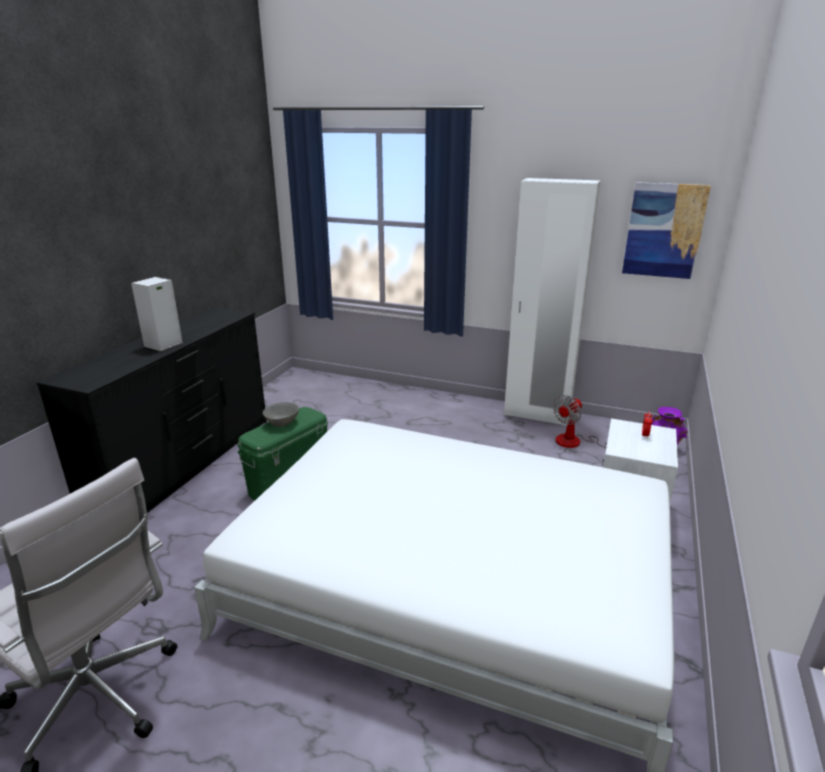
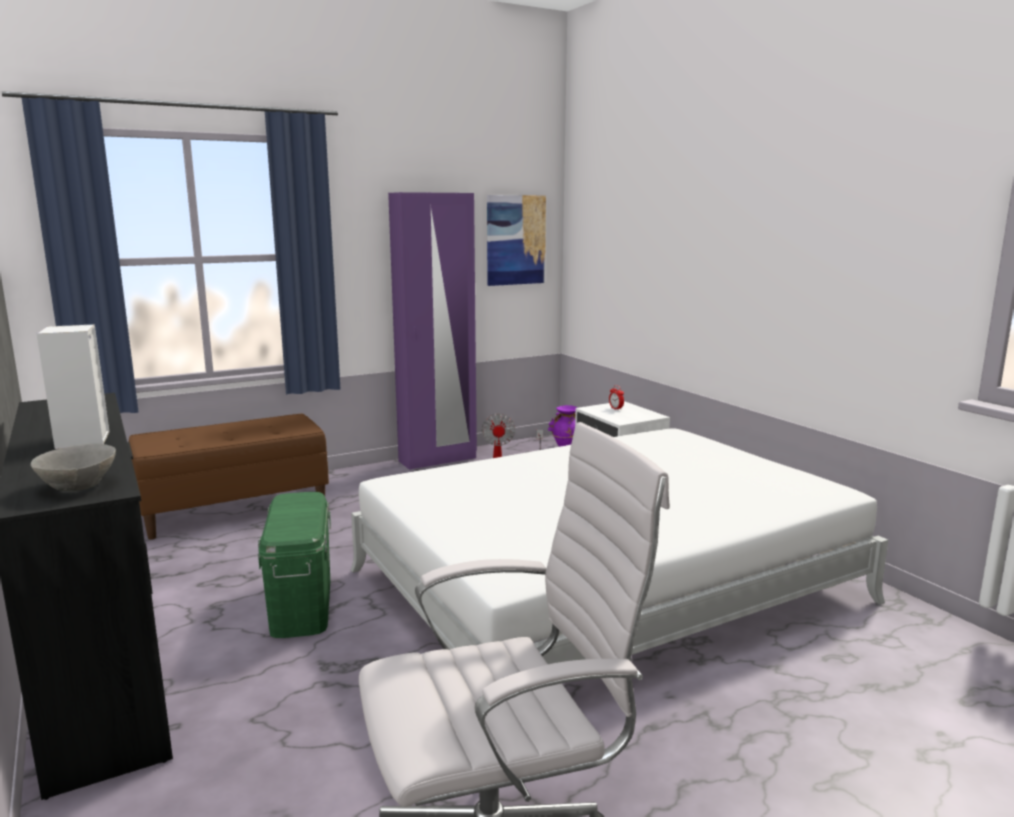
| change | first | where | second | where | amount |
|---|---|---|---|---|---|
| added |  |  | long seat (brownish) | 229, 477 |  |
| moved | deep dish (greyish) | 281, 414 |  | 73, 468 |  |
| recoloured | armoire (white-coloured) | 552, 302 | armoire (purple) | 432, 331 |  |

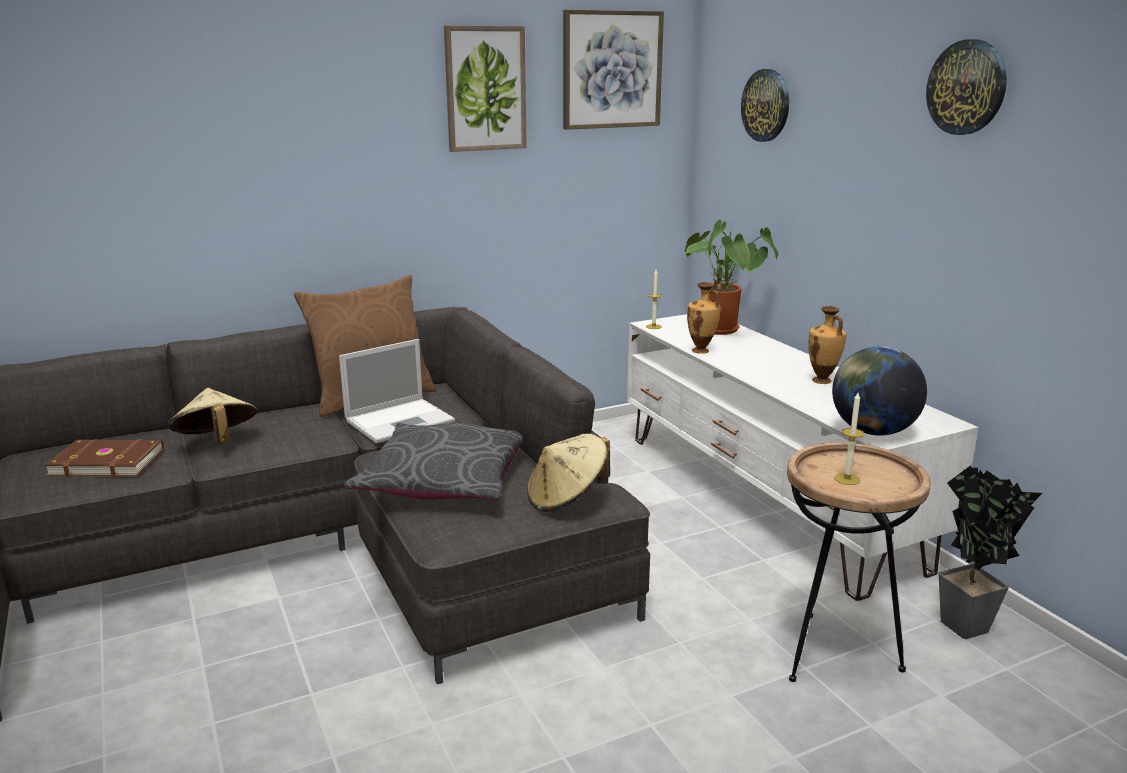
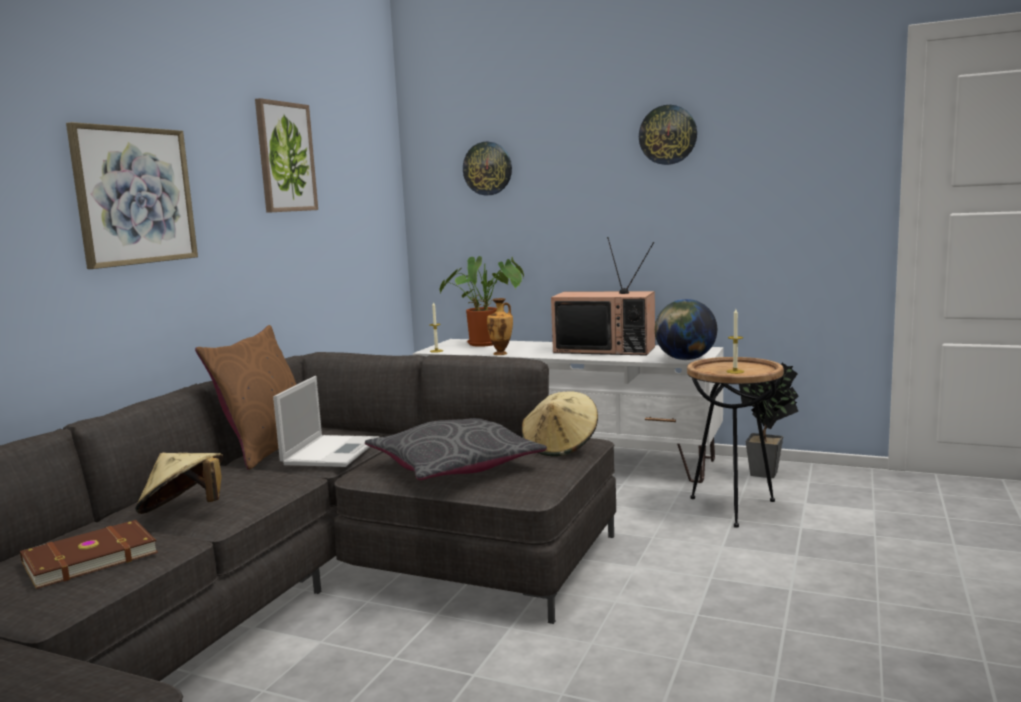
| change | first | where | second | where | amount |
|---|---|---|---|---|---|
| moved | wall art | 613, 69 |  | 132, 195 |  |
| replaced | flower vase | 827, 345 | TV set | 603, 296 |  |

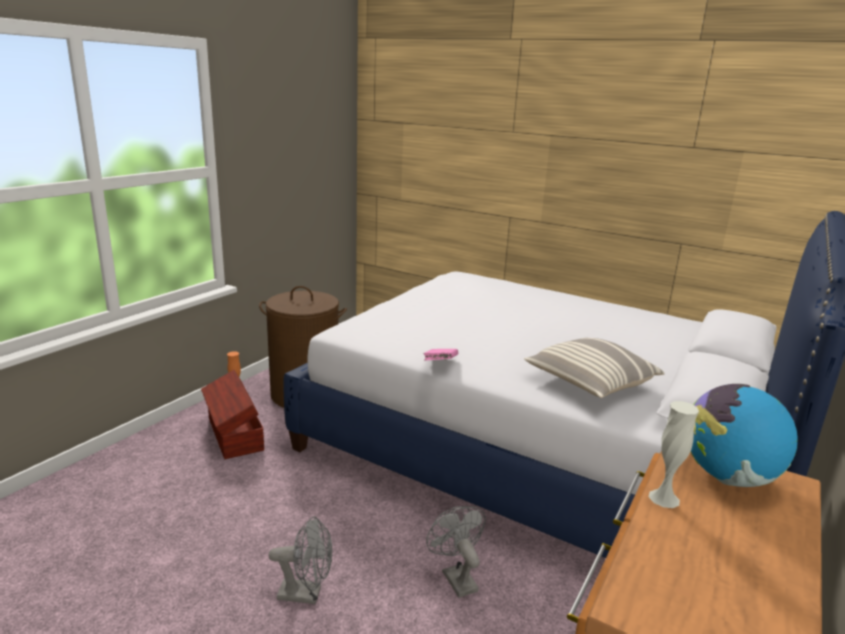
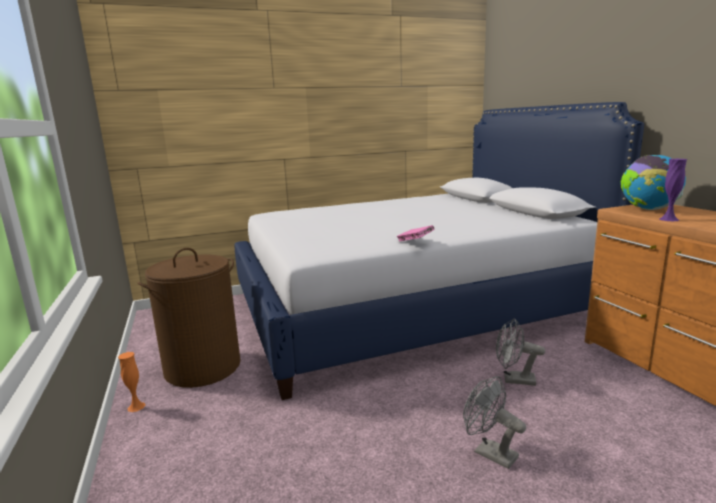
| change | first | where | second | where | amount |
|---|---|---|---|---|---|
| removed | storage bin (brownish) | 232, 414 |  |  |  |
| removed | pillow | 594, 368 |  |  |  |
| recoloured | flower vase (white-coloured) | 674, 454 | flower vase (purple) | 673, 190 |  |
| turned | fan (greyish) | 301, 560 |  | 494, 422 | 90 degrees counterclockwise |

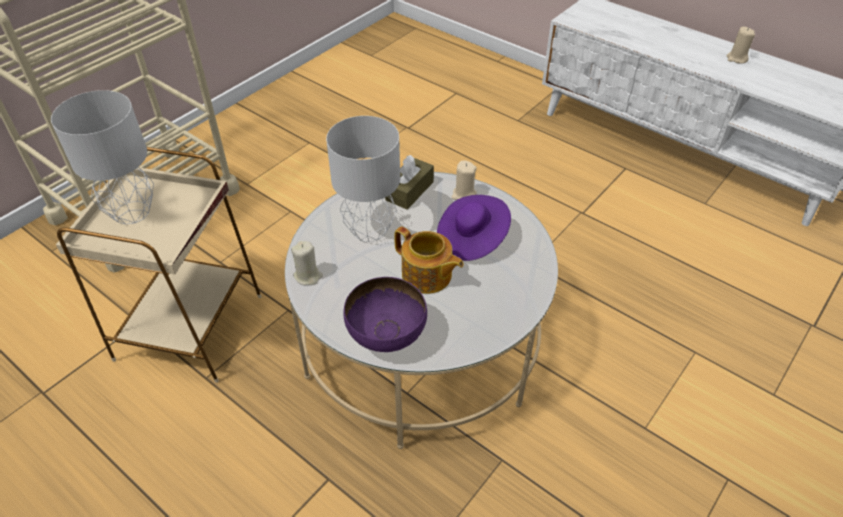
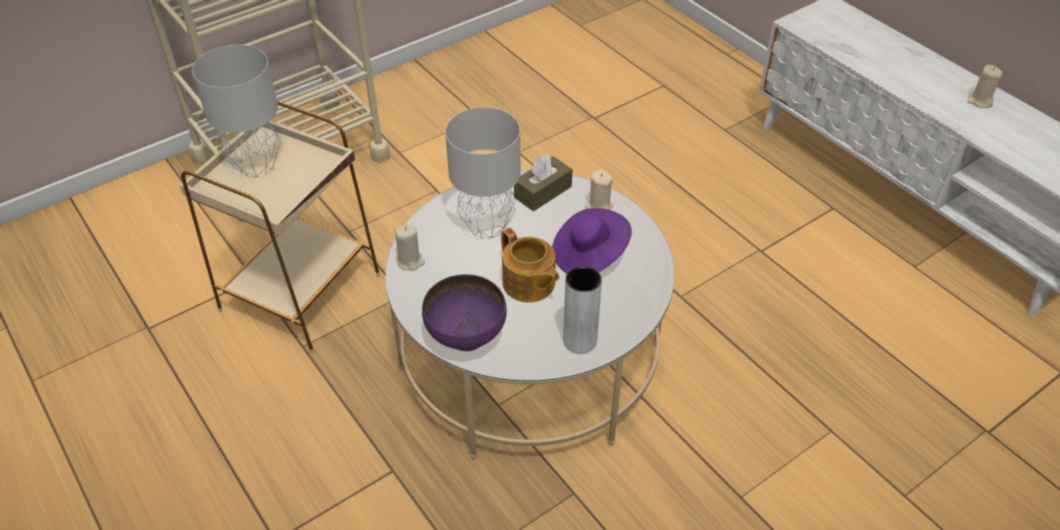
| change | first | where | second | where | amount |
|---|---|---|---|---|---|
| added |  |  | flower vase (greyish) | 582, 310 |  |

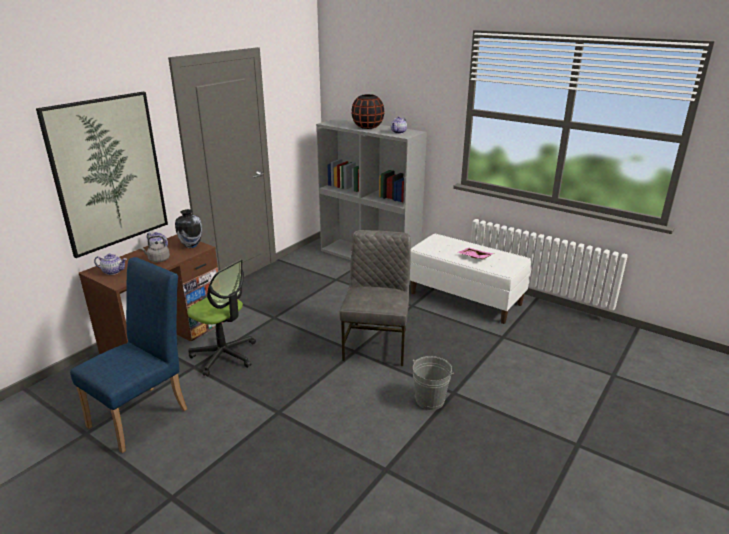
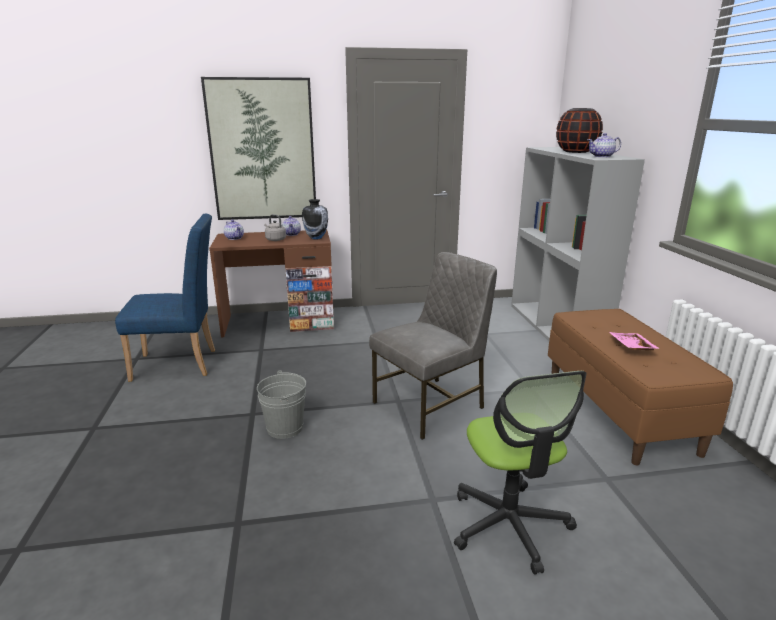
| change | first | where | second | where | amount |
|---|---|---|---|---|---|
| moved | office chair | 221, 318 |  | 520, 473 |  |
| moved | pail (greyish) | 433, 383 |  | 281, 404 |  |
| recoloured | long seat (white-coloured) | 470, 279 | long seat (brownish) | 640, 387 |  |

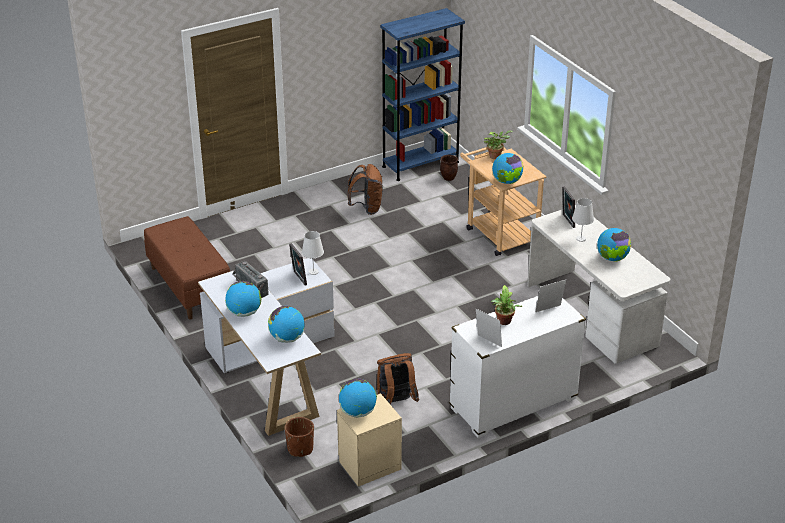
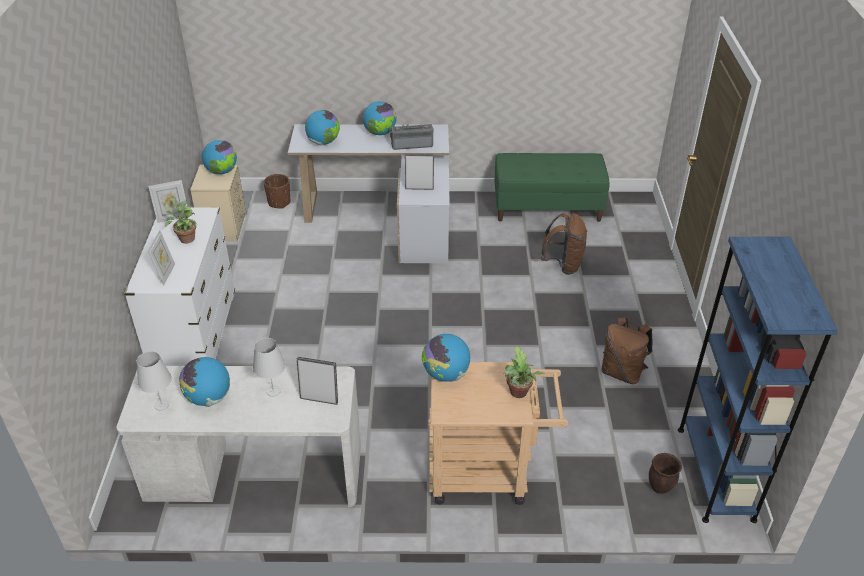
| change | first | where | second | where | amount |
|---|---|---|---|---|---|
| moved | lamp for a table (white-coloured) | 313, 253 |  | 154, 381 |  |
| moved | rucksack (brownish) | 398, 378 |  | 564, 244 |  |
| recoloured | long seat (brownish) | 187, 268 | long seat (green) | 552, 187 |  |

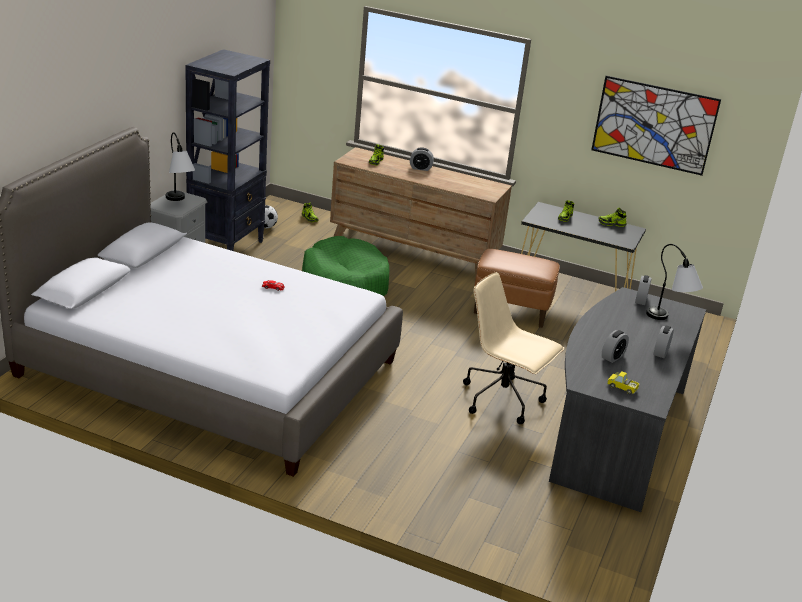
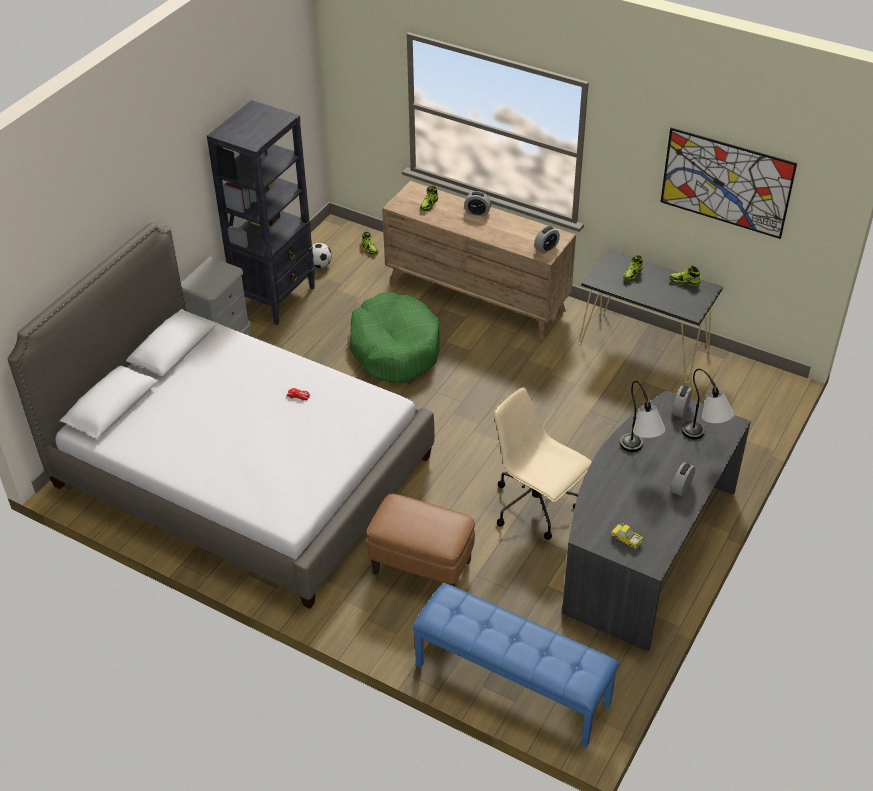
| change | first | where | second | where | amount |
|---|---|---|---|---|---|
| added |  |  | long seat (blue) | 515, 665 |  |
| moved | lamp for a table | 180, 166 |  | 643, 416 |  |
| moved | footrest (brownish) | 517, 288 |  | 421, 540 |  |
| moved | bedside clock | 615, 346 |  | 547, 240 |  |

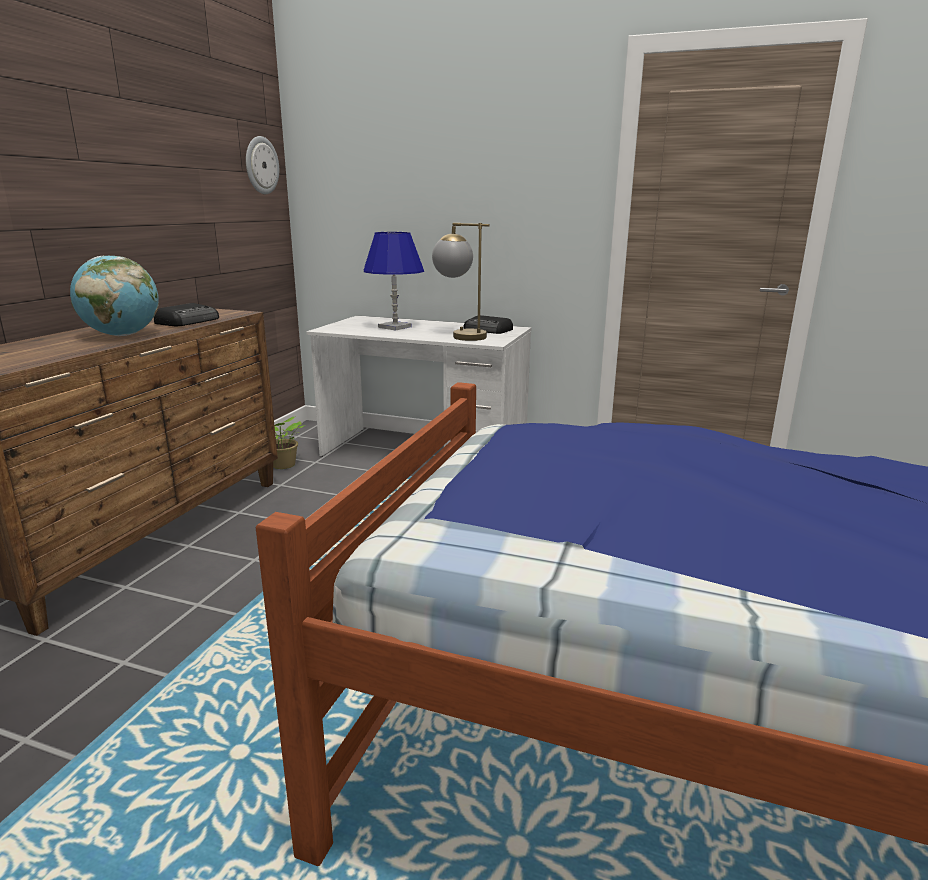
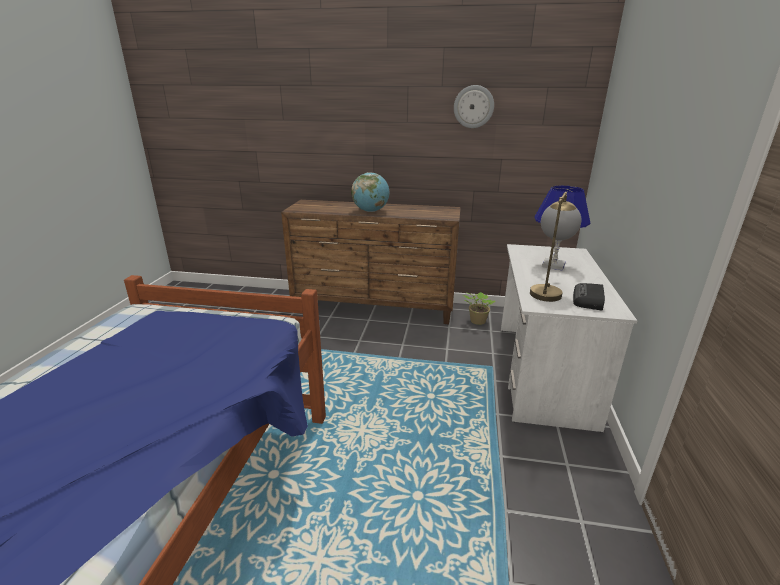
| change | first | where | second | where | amount |
|---|---|---|---|---|---|
| removed | radio set | 186, 314 |  |  |  |
| moved | wall clock | 262, 165 |  | 474, 106 |  |

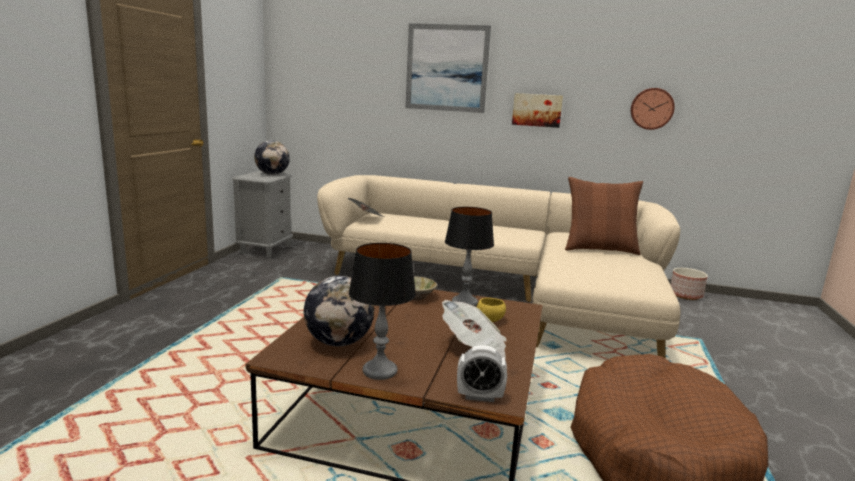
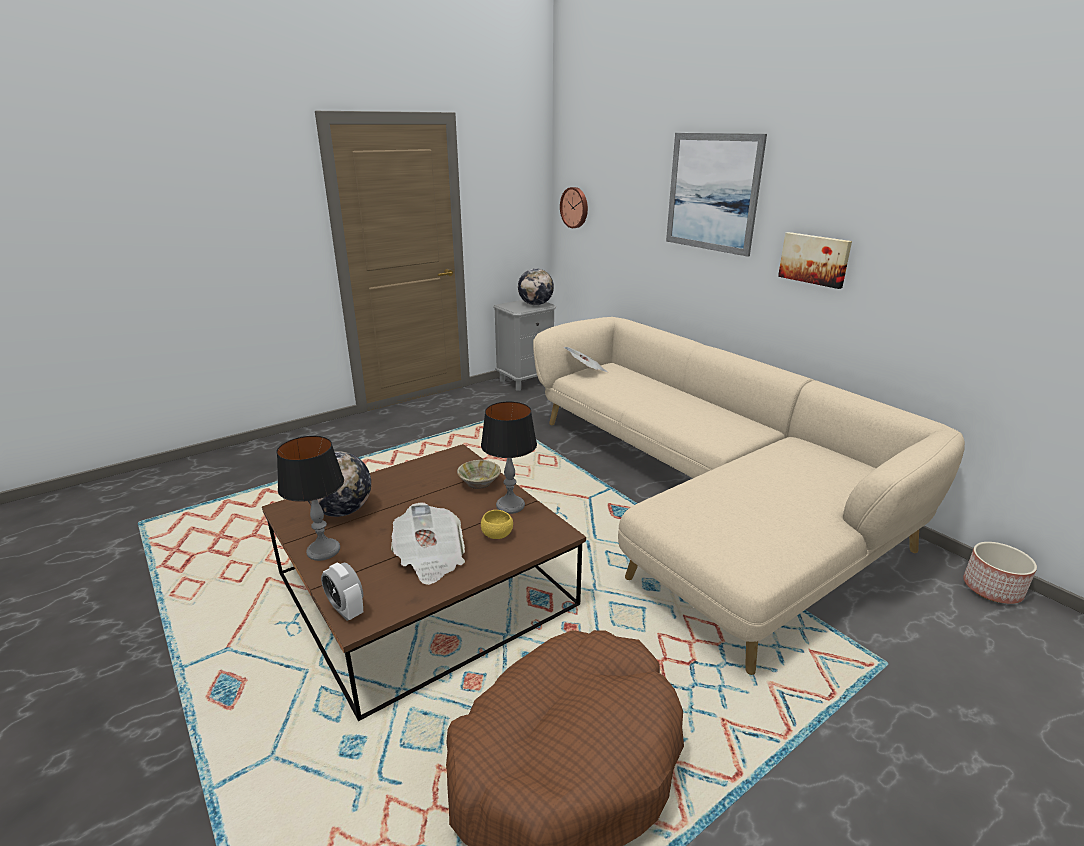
| change | first | where | second | where | amount |
|---|---|---|---|---|---|
| removed | pillow (brownish) | 604, 216 |  |  |  |
| moved | wall clock | 653, 109 |  | 574, 207 |  |

